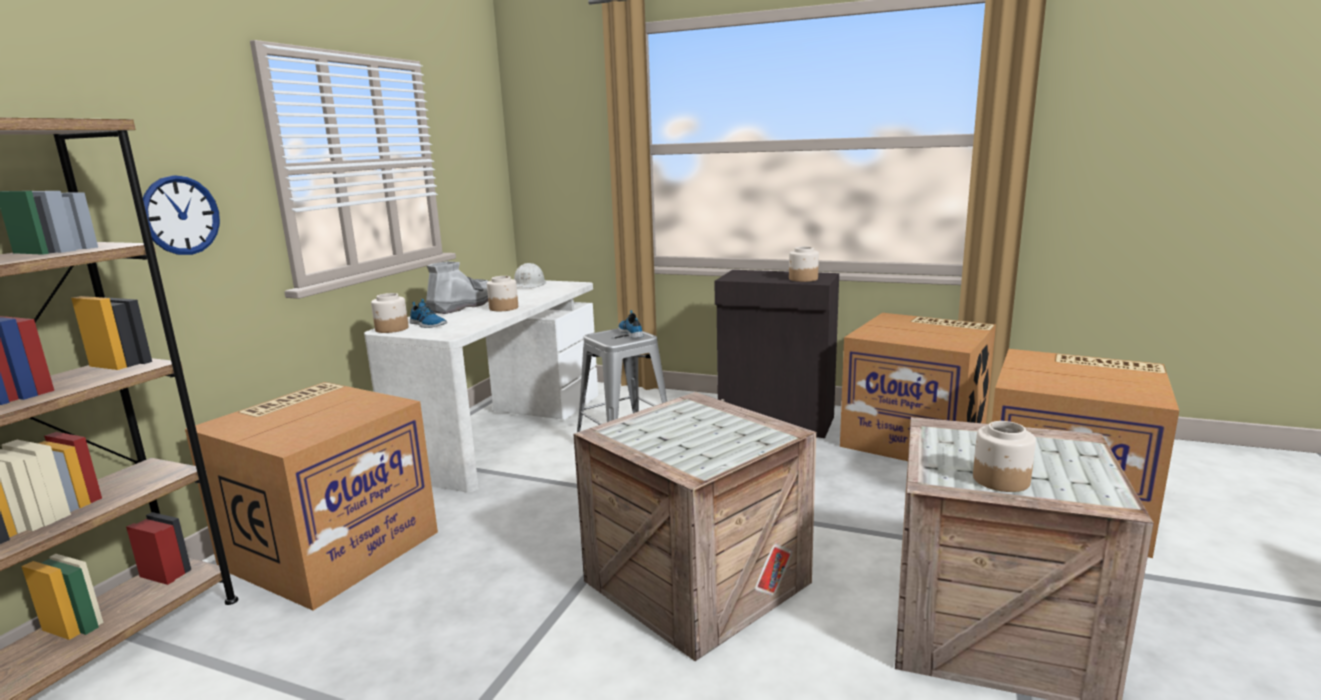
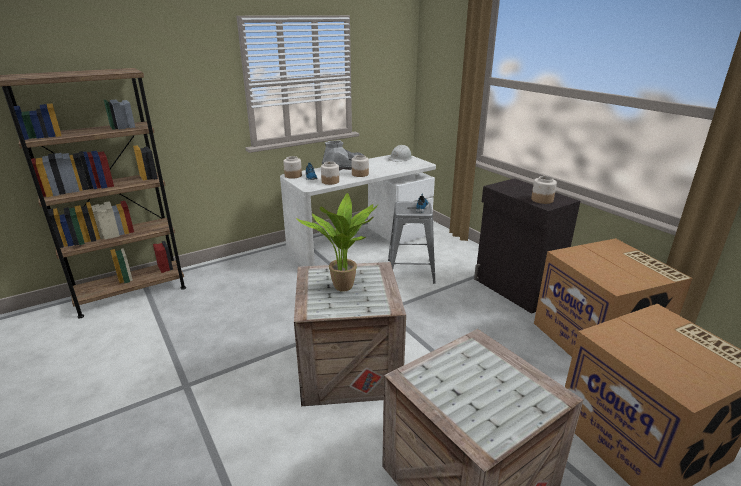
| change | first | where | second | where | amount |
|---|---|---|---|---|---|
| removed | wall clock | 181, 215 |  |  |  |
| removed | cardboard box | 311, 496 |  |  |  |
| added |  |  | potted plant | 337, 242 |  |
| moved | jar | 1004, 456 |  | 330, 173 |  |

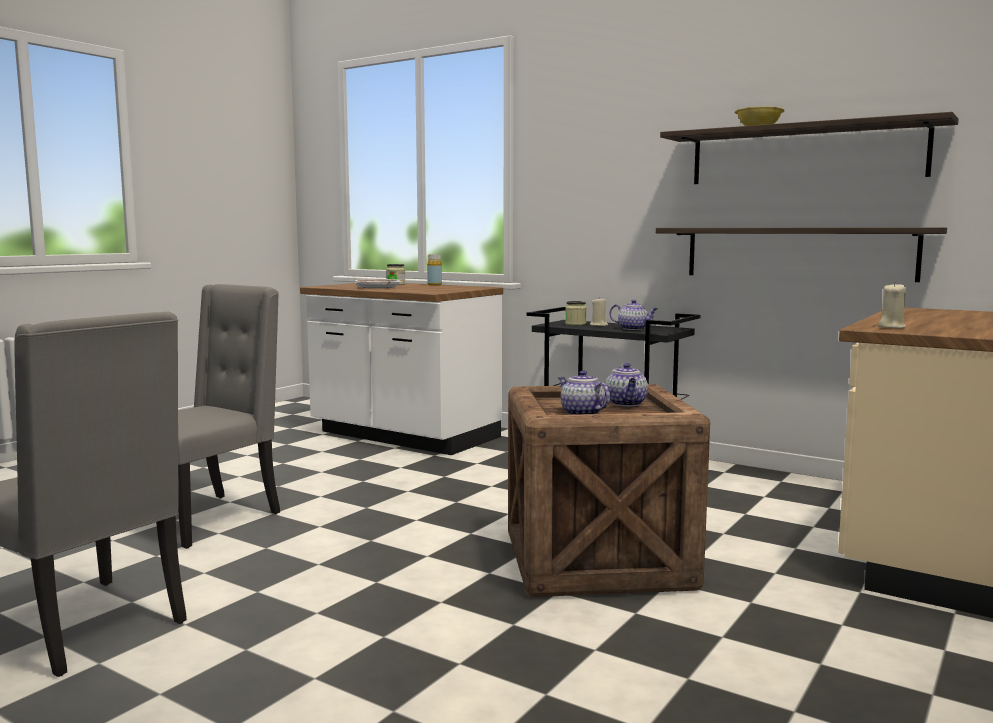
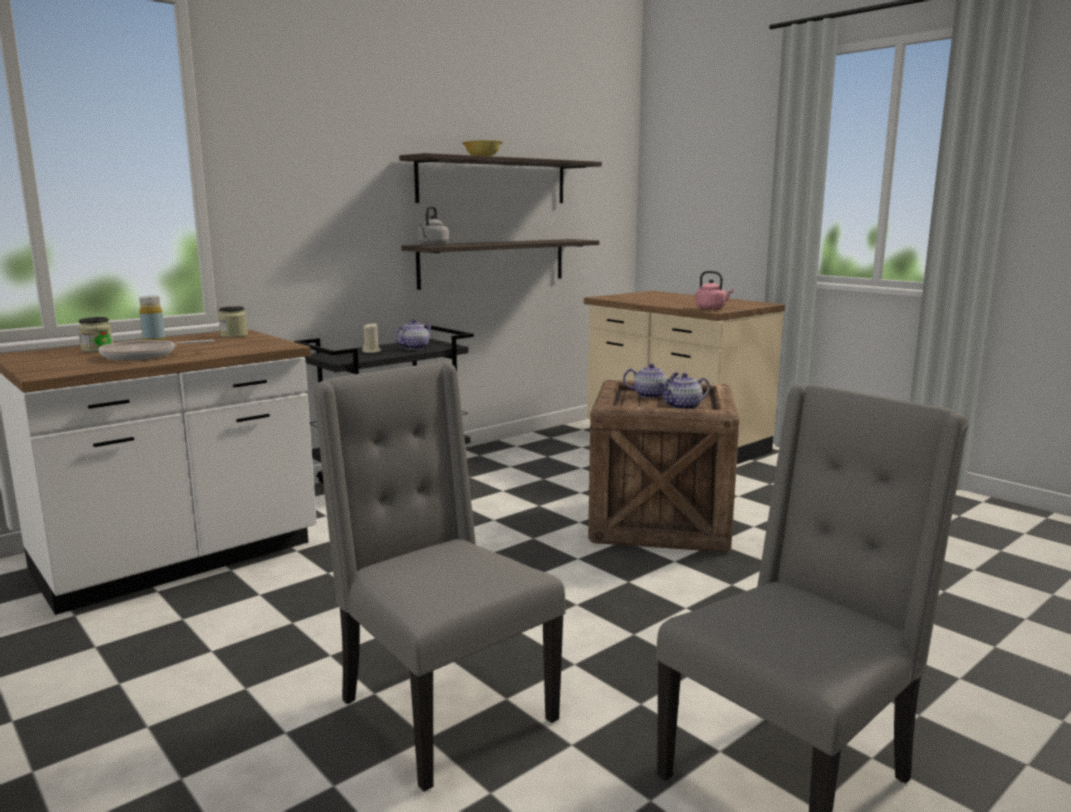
| change | first | where | second | where | amount |
|---|---|---|---|---|---|
| added |  |  | kettle (greyish) | 433, 226 |  |
| moved | jar | 575, 313 |  | 233, 322 |  |
| replaced | wax light (beige) | 891, 305 | kettle (pink-coloured) | 714, 290 |  |

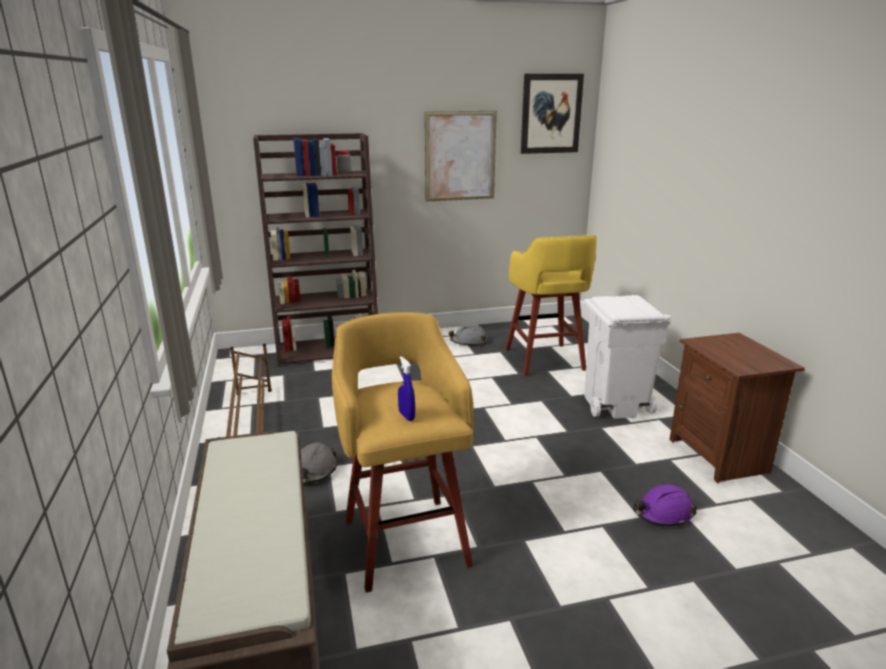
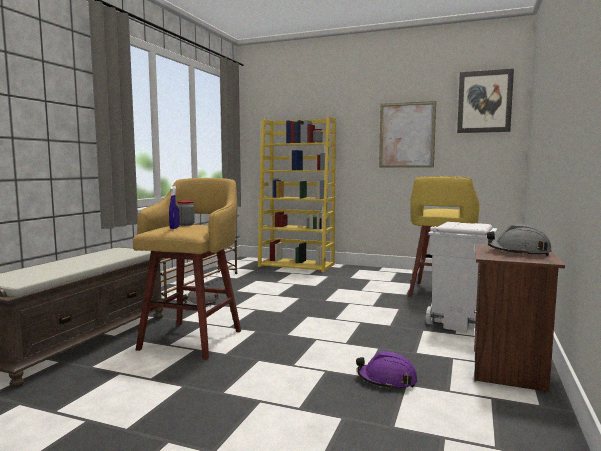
| change | first | where | second | where | amount |
|---|---|---|---|---|---|
| added |  |  | jar | 186, 213 |  |
| moved | hard hat (greyish) | 468, 335 |  | 519, 240 |  |
| recoloured | shelving unit (brownish) | 315, 250 | shelving unit (yellow-coloured) | 297, 194 |  |

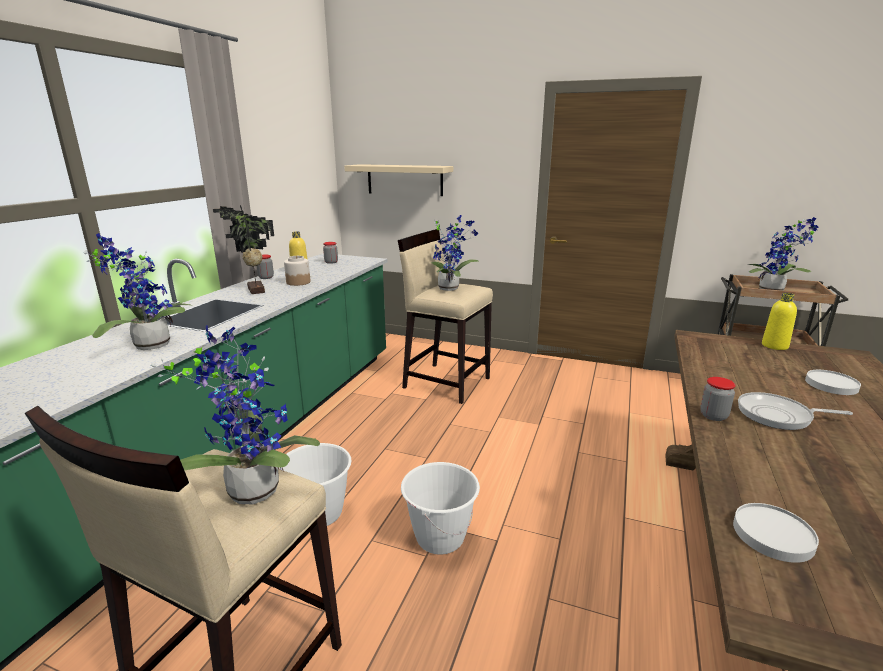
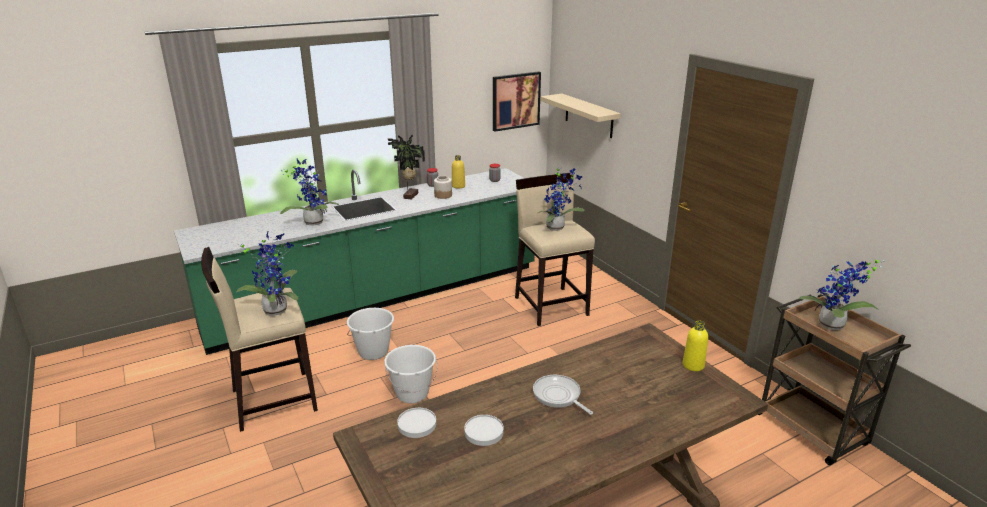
| change | first | where | second | where | amount |
|---|---|---|---|---|---|
| removed | jar | 718, 399 |  |  |  |
| added |  |  | wall art | 517, 101 |  |
| moved | plate (white-coloured) | 833, 382 |  | 484, 430 |  |

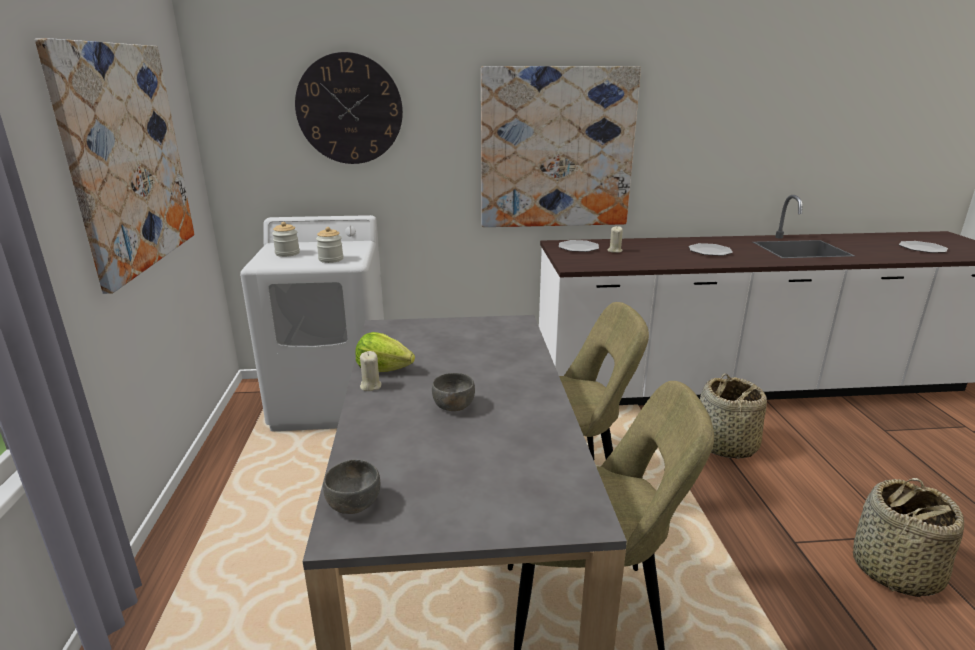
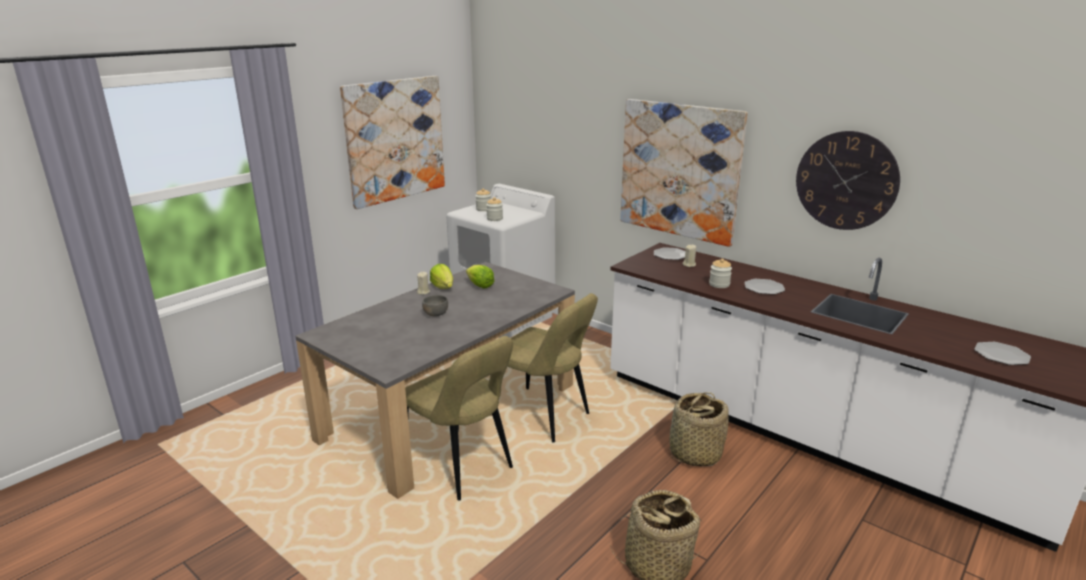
| change | first | where | second | where | amount |
|---|---|---|---|---|---|
| removed | deep dish (greyish) | 351, 487 |  |  |  |
| added |  |  | head of lettuce | 480, 276 |  |
| added |  |  | jar | 720, 273 |  |
| moved | wall clock | 349, 108 |  | 848, 180 |  |

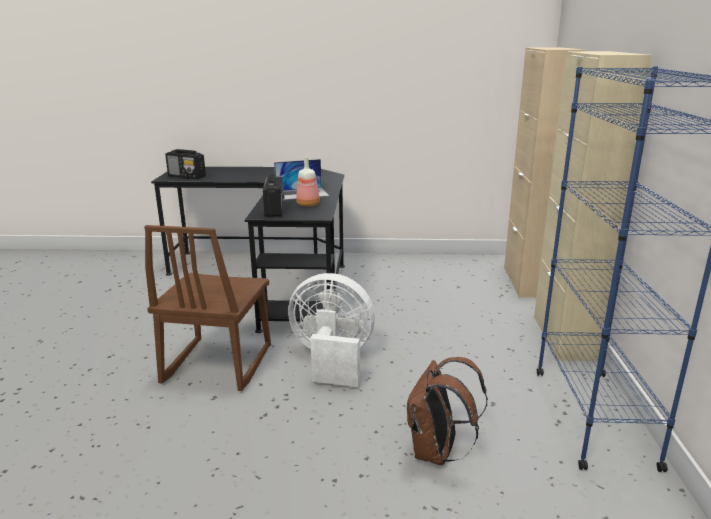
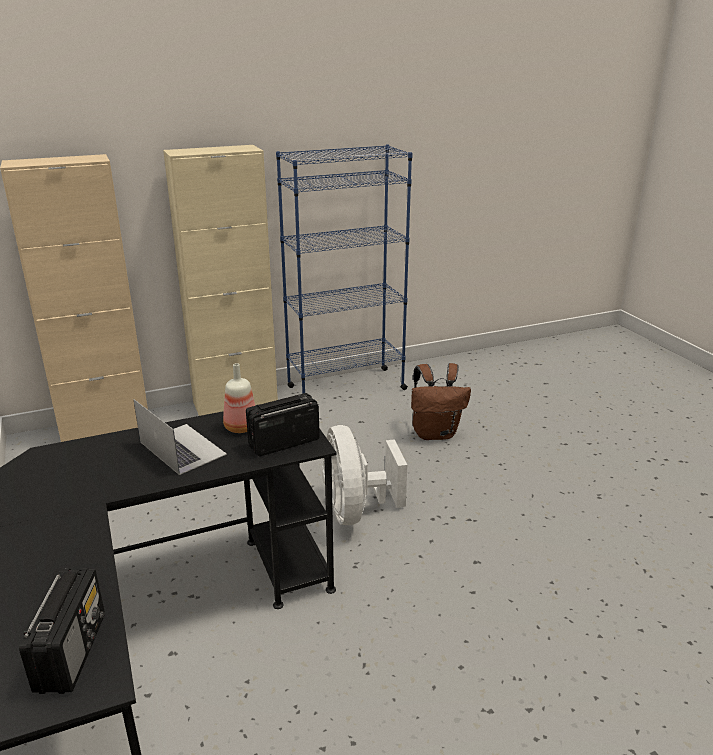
| change | first | where | second | where | amount |
|---|---|---|---|---|---|
| removed | plain chair (brownish) | 207, 308 |  |  |  |

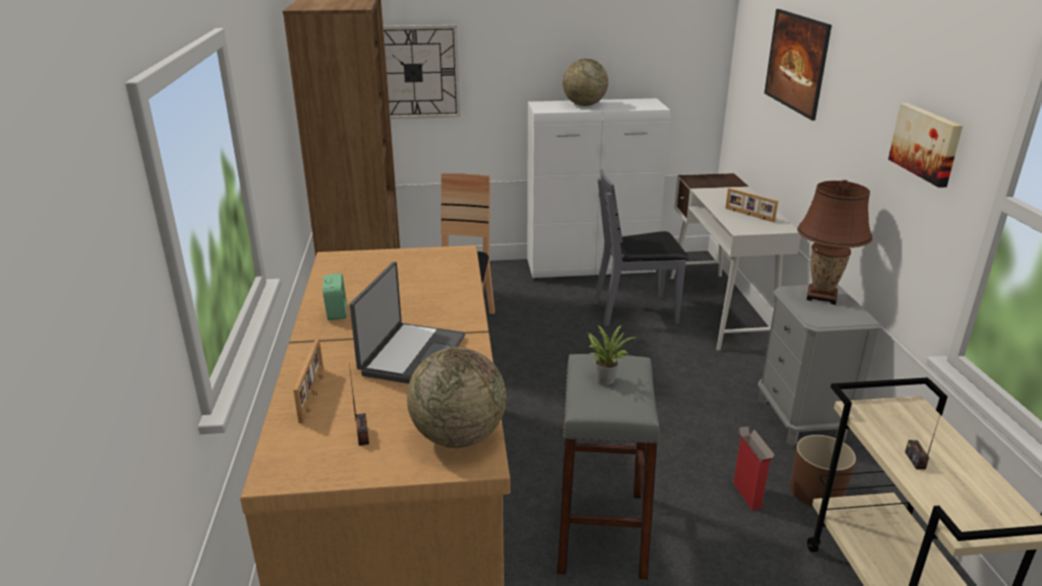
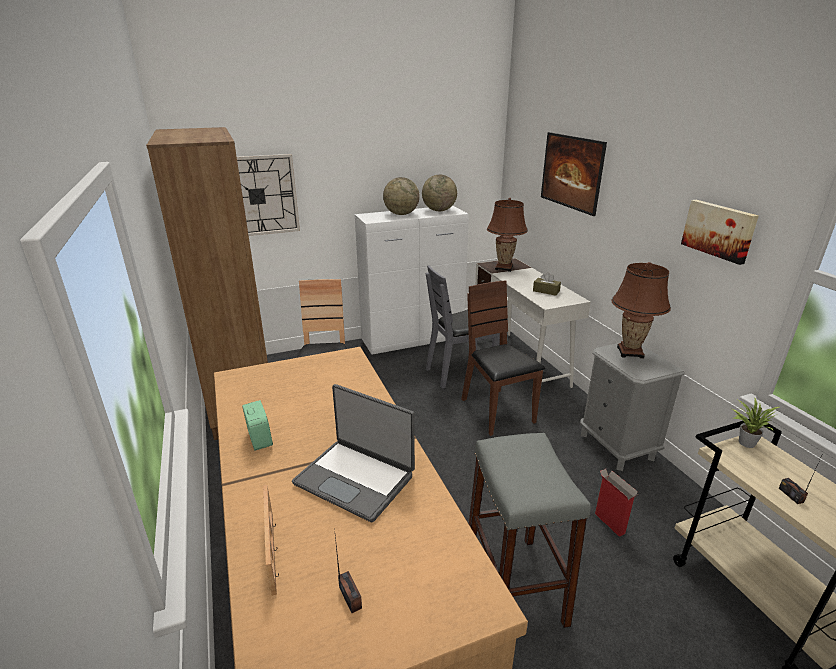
| change | first | where | second | where | amount |
|---|---|---|---|---|---|
| removed | planter (brownish) | 823, 471 |  |  |  |
| added |  |  | plain chair (brownish) | 503, 358 |  |
| added |  |  | lamp for a table (brownish) | 507, 235 |  |
| moved | desk globe | 456, 397 |  | 439, 193 |  |
| moved | potted plant | 612, 355 |  | 756, 423 |  |
| replaced | standing frame | 751, 205 | tissue box (brownish) | 547, 284 |  |
| turned | portable computer | 407, 323 |  | 353, 453 | 120 degrees clockwise |

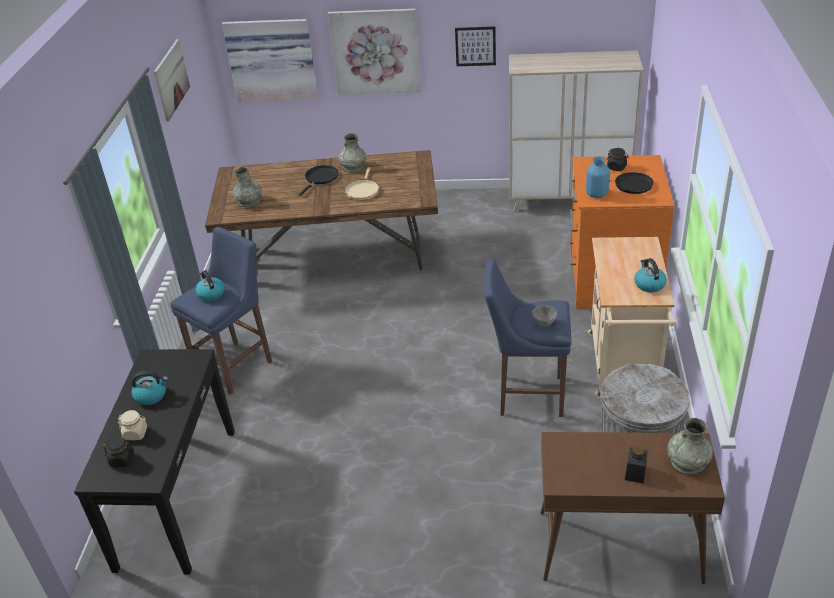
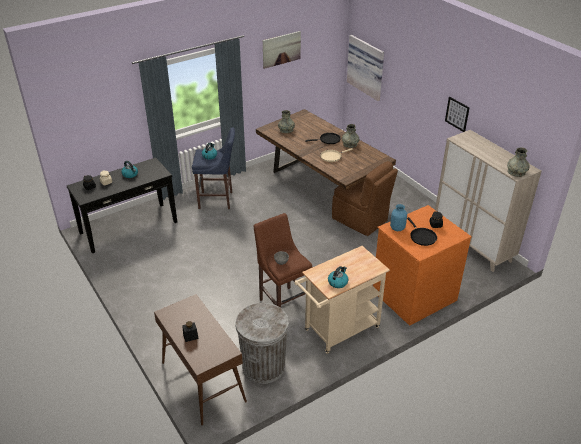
| change | first | where | second | where | amount |
|---|---|---|---|---|---|
| removed | wall art | 374, 52 |  |  |  |
| added |  |  | plain chair (brownish) | 365, 198 |  |
| moved | flower vase (greyish) | 690, 446 |  | 518, 162 |  |
| recoloured | stool (blue) | 528, 338 | stool (brownish) | 283, 260 |  |

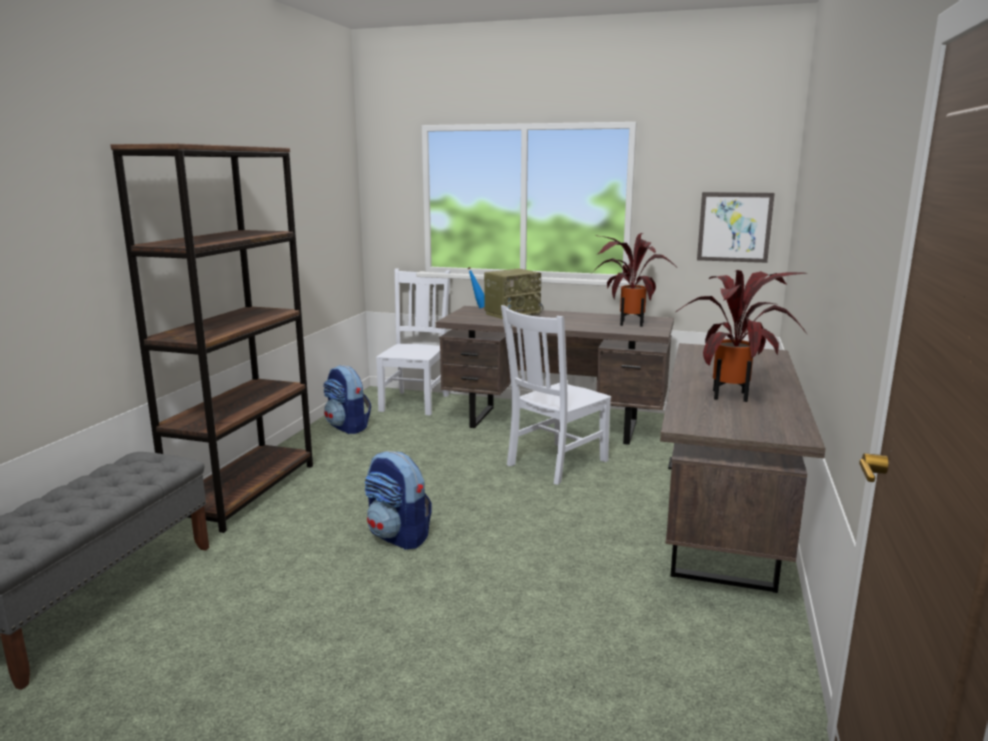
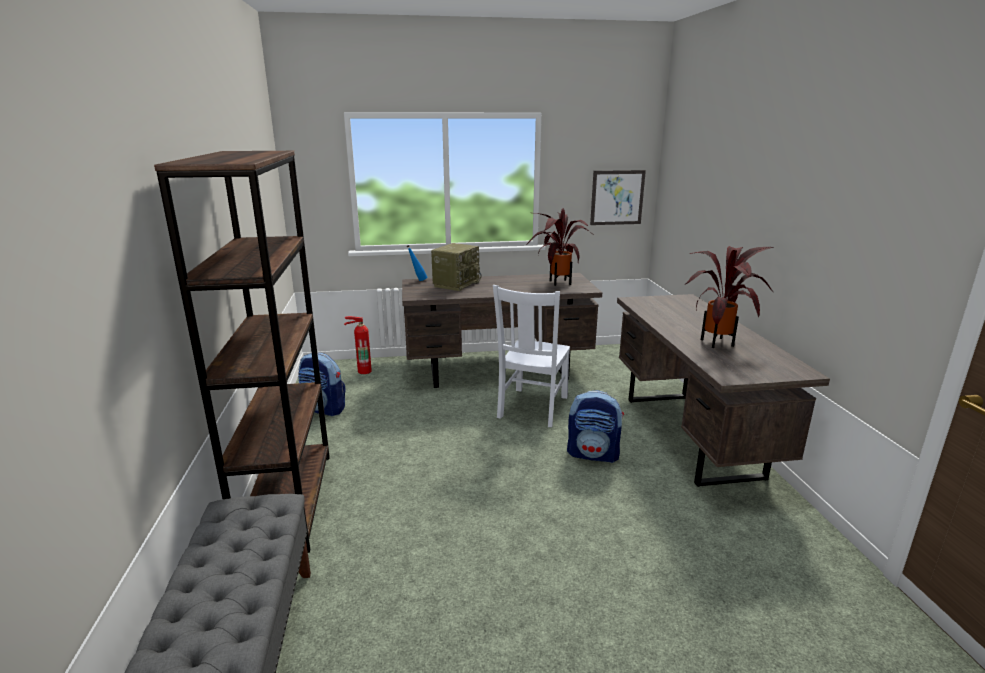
| change | first | where | second | where | amount |
|---|---|---|---|---|---|
| moved | rucksack | 398, 500 |  | 595, 426 |  |
| replaced | plain chair (white-coloured) | 413, 342 | extinguisher | 358, 345 |  |

